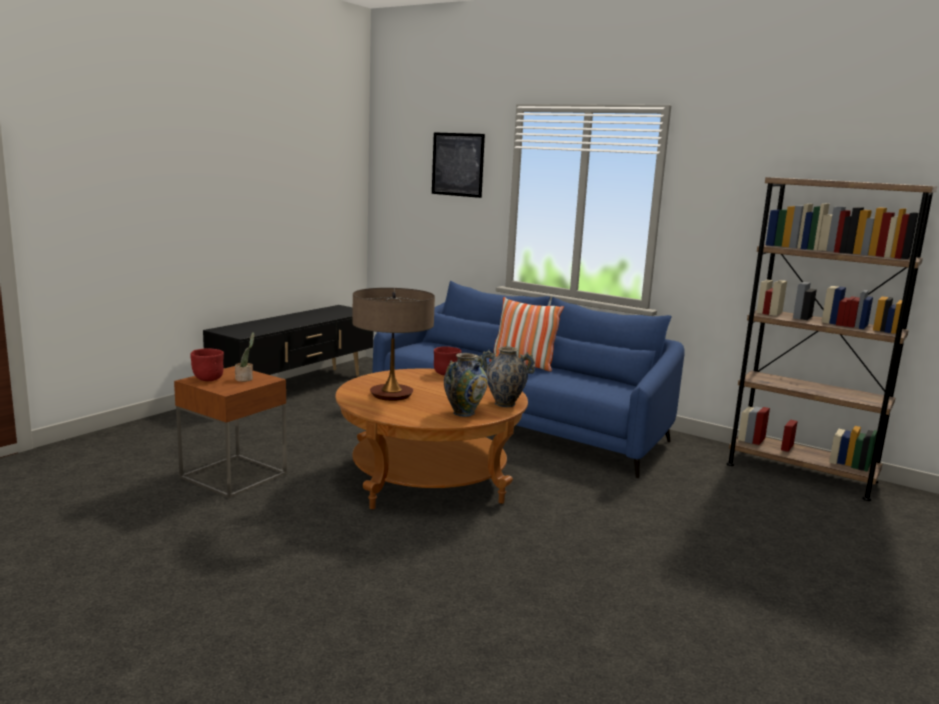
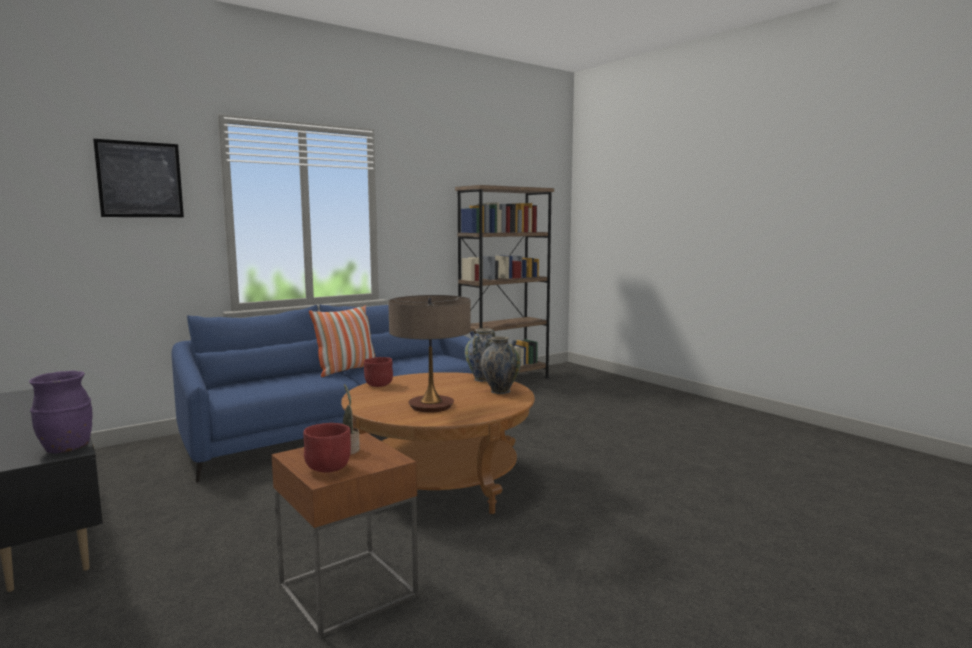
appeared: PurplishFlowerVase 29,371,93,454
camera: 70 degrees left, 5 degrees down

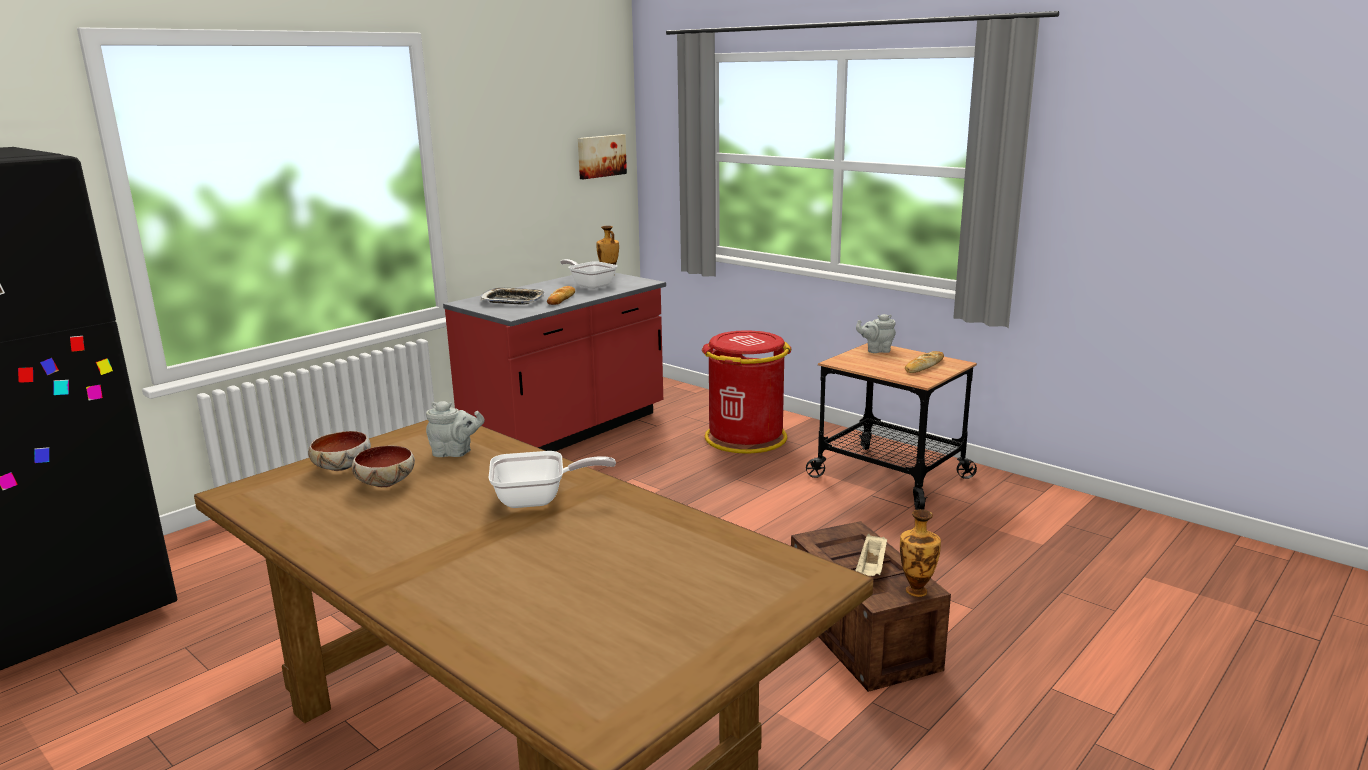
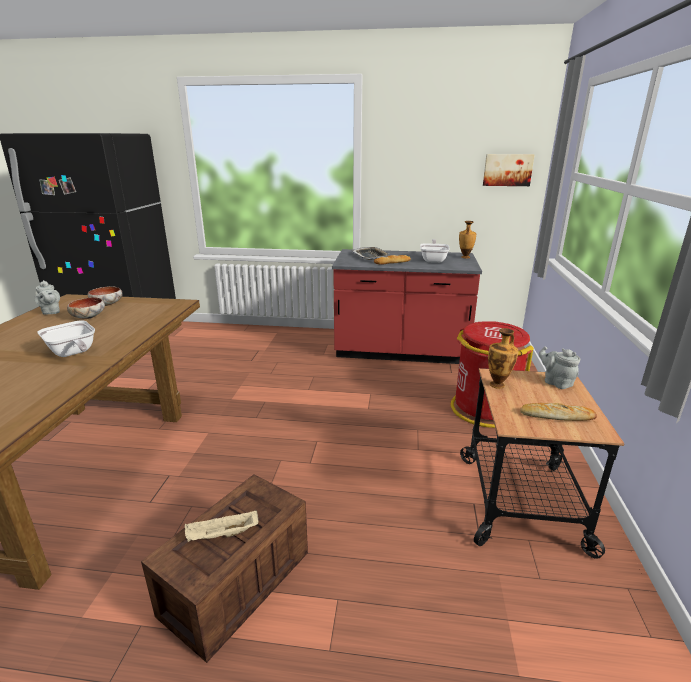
relocated: GreyPotForTea 426,401,485,457 to 34,280,60,315; FlowerVase 900,509,941,597 to 488,328,518,389
camera: 55 degrees right, 5 degrees up

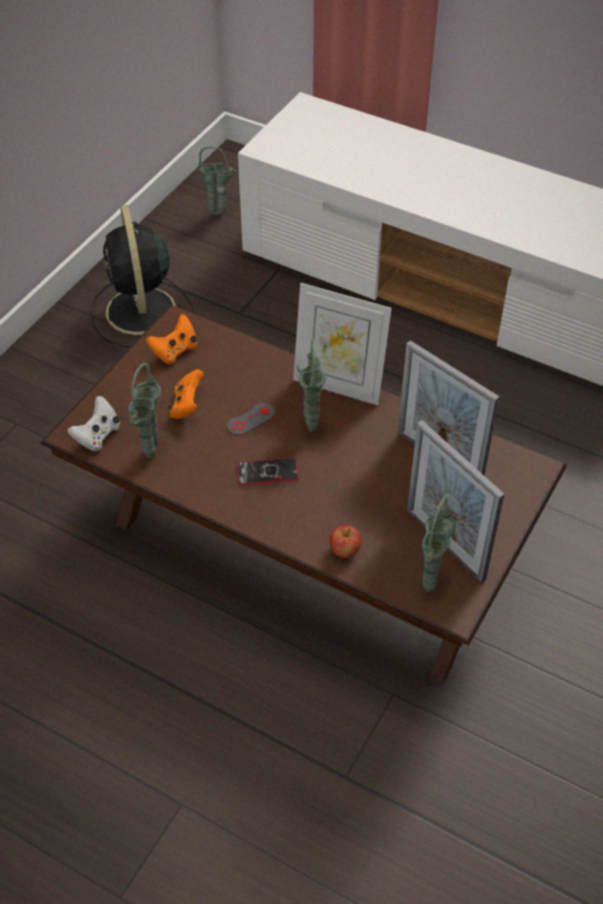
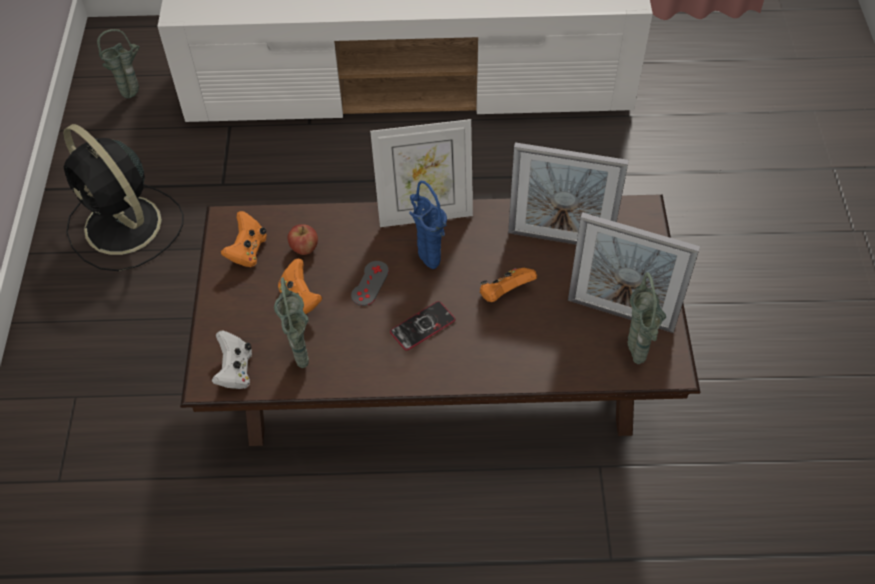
appeared: OrangeyGameController 480,268,537,302
relocated: Apple 329,524,361,558 to 288,224,318,255
colour: GreenColouredFlowerVase 297,339,326,432 to BluishFlowerVase 409,181,447,269
camera: 30 degrees left, 5 degrees up

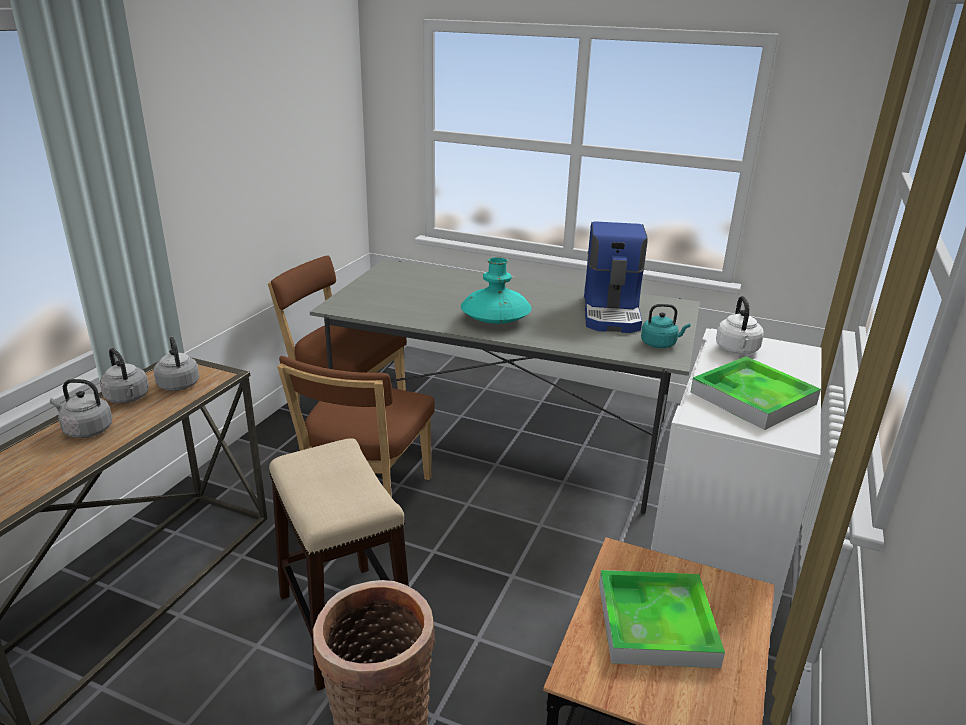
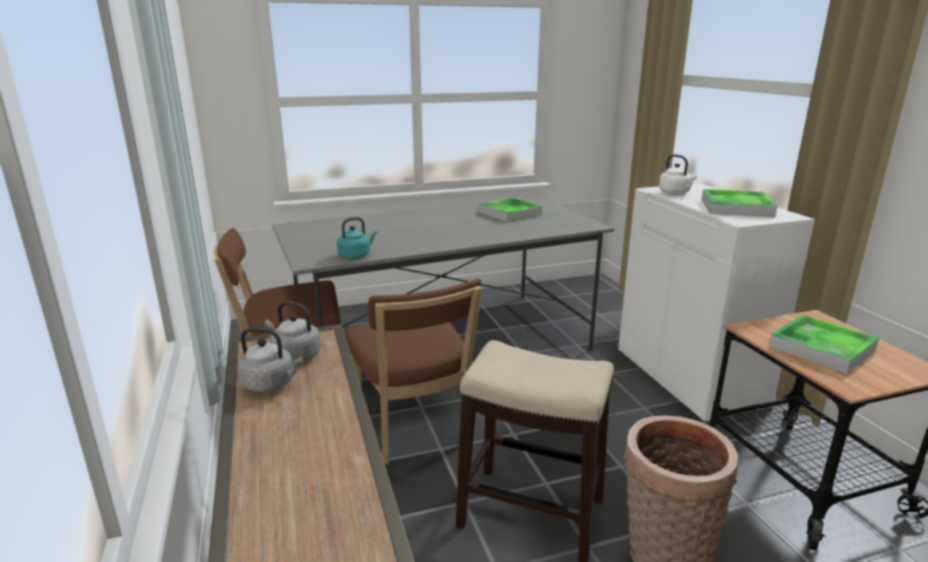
missing: GreyKettle 50,379,113,438; BlueGreenFlowerVase 461,257,532,324
relocated: BlueGreenKettle 641,304,690,348 to 337,217,377,259
exchanged: CoffeeMachine 584,221,648,333 to CarryingTray 479,197,543,222
camera: 40 degrees left, 5 degrees down

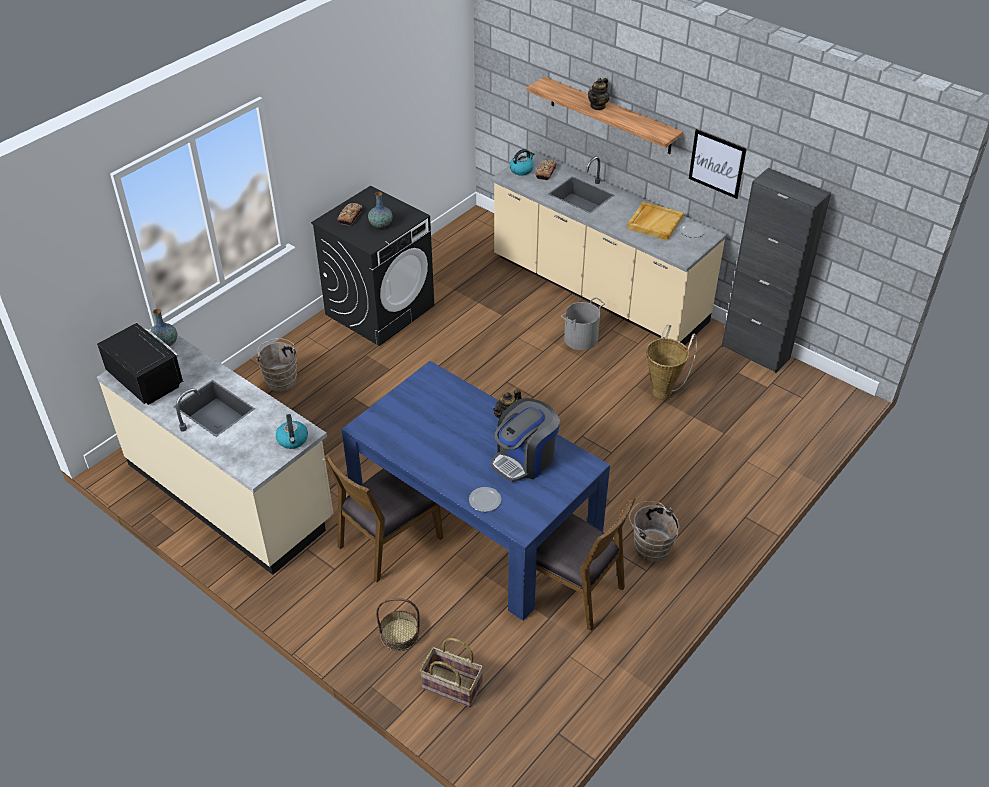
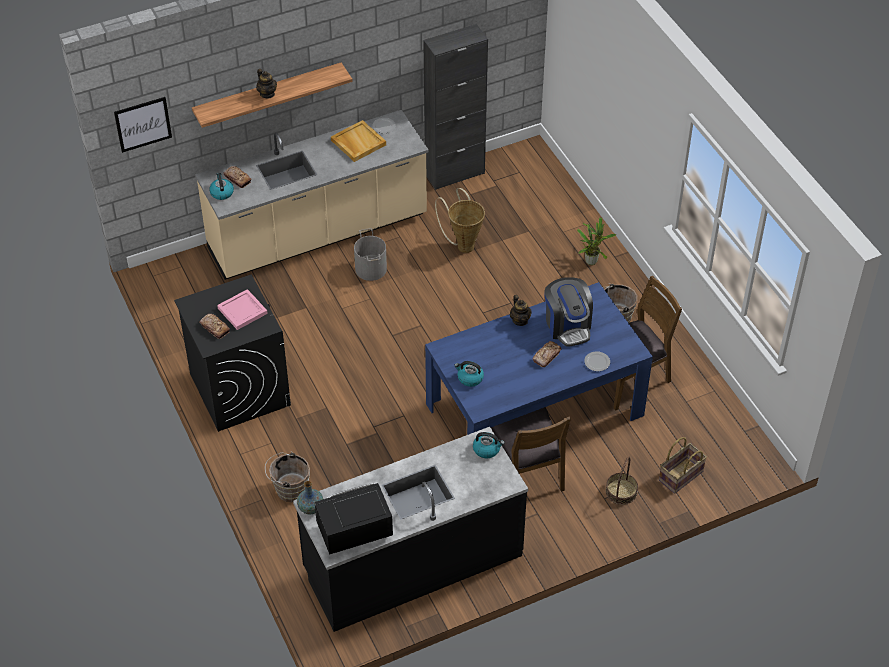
appeared: Kettle 454,361,484,387; Bread 533,341,562,367; Houseplant 577,217,616,265
relocated: Picture 689,129,747,199 to 114,97,172,153
exchanged: FlowerVase 368,192,393,228 to PinkCarryingTray 217,289,268,330
colour: BeigeKitchenCounter 97,335,333,575 to BlackKitchenCounter 293,427,528,632
camera: 65 degrees left, 5 degrees up

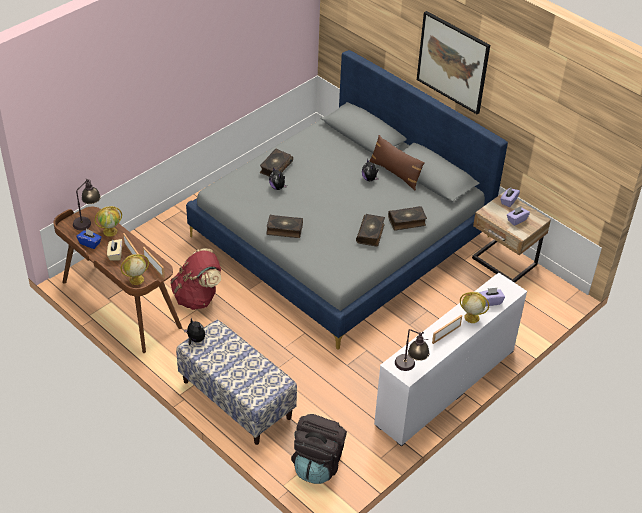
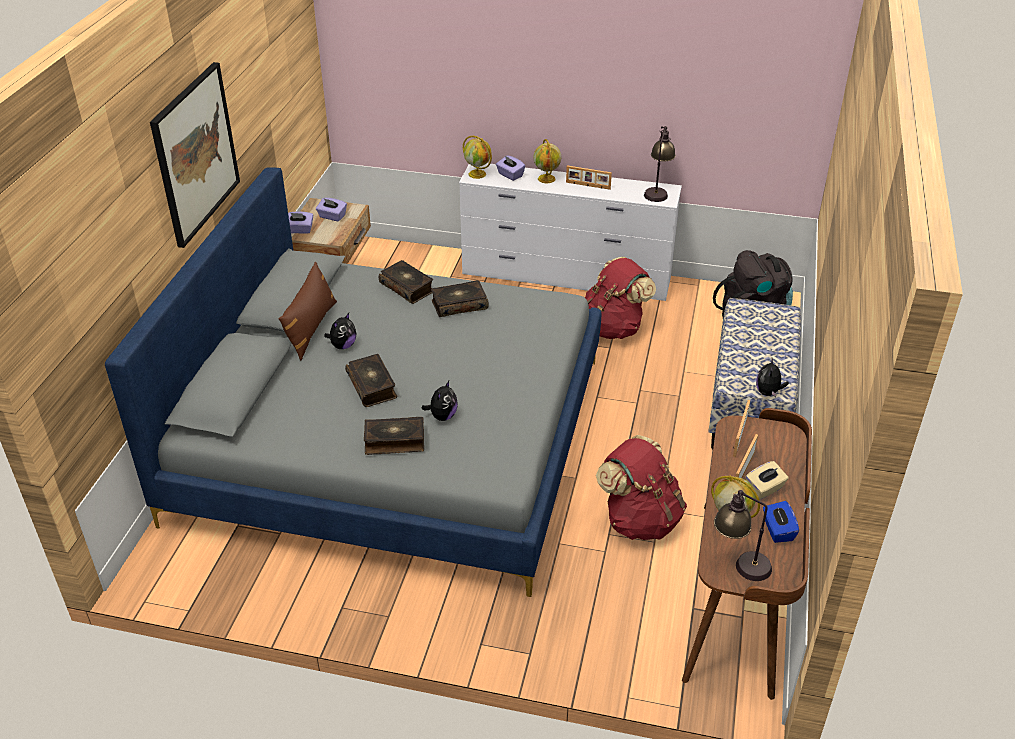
appeared: RedBackpack 585,257,656,339
relocated: WorldGlobe 121,254,149,285 to 463,136,492,179; BoundBook 266,215,303,238 to 345,354,397,407
camera: 120 degrees left, 5 degrees down

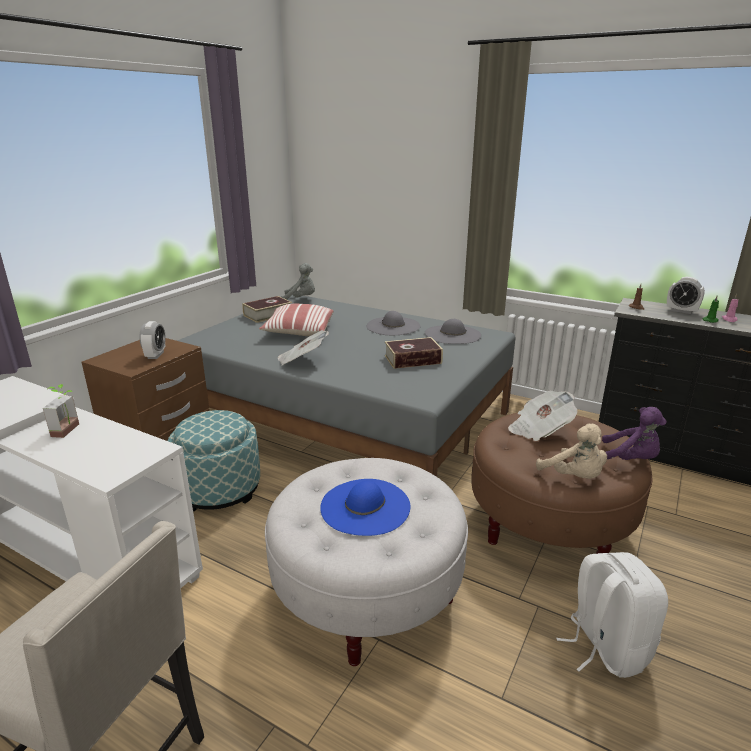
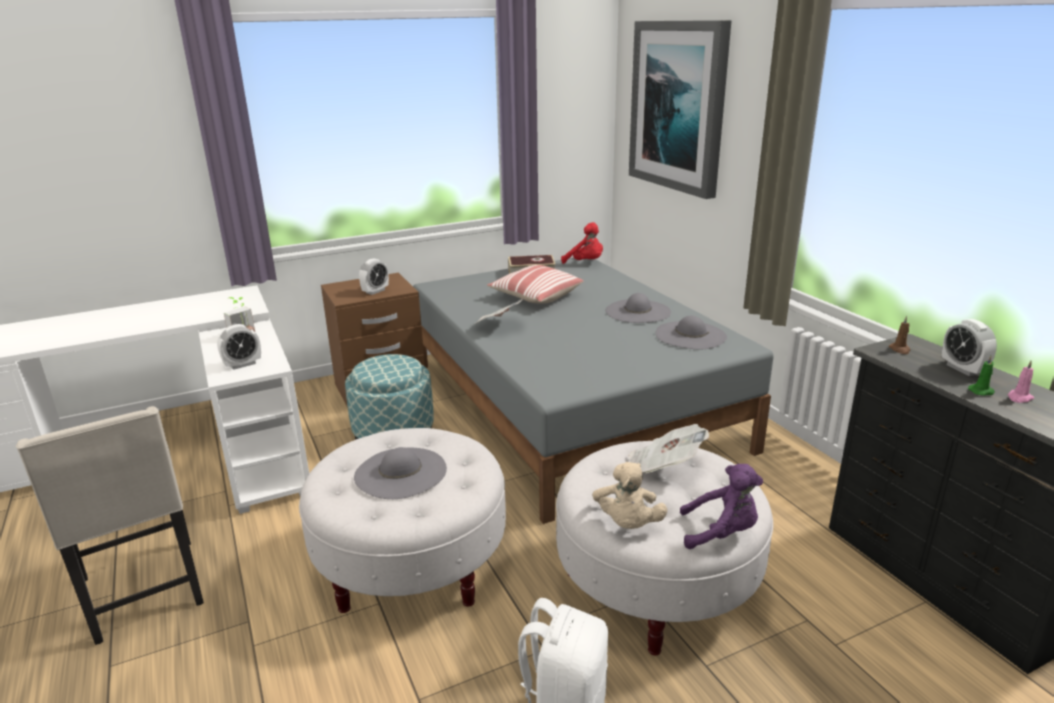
missing: BoundBook 385,337,443,369
appeared: BedsideClock 217,324,261,370; Picture 629,20,731,199
colour: GreySoftToy 281,263,315,300 to RedSoftToy 561,222,603,264; BluishWearableHat 320,479,411,536 to GreyWearableHat 354,447,447,499; BrownOttoman 471,413,652,554 to WhiteColouredOttoman 556,441,773,655
spun: PurplishSoftToy 602,407,667,460 = 680,464,763,549 60 degrees counterclockwise
camera: 35 degrees right, 0 degrees up

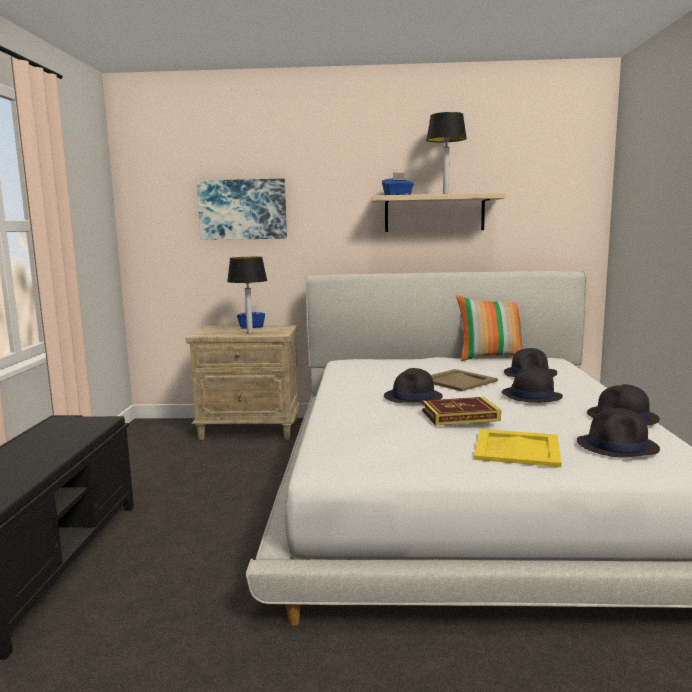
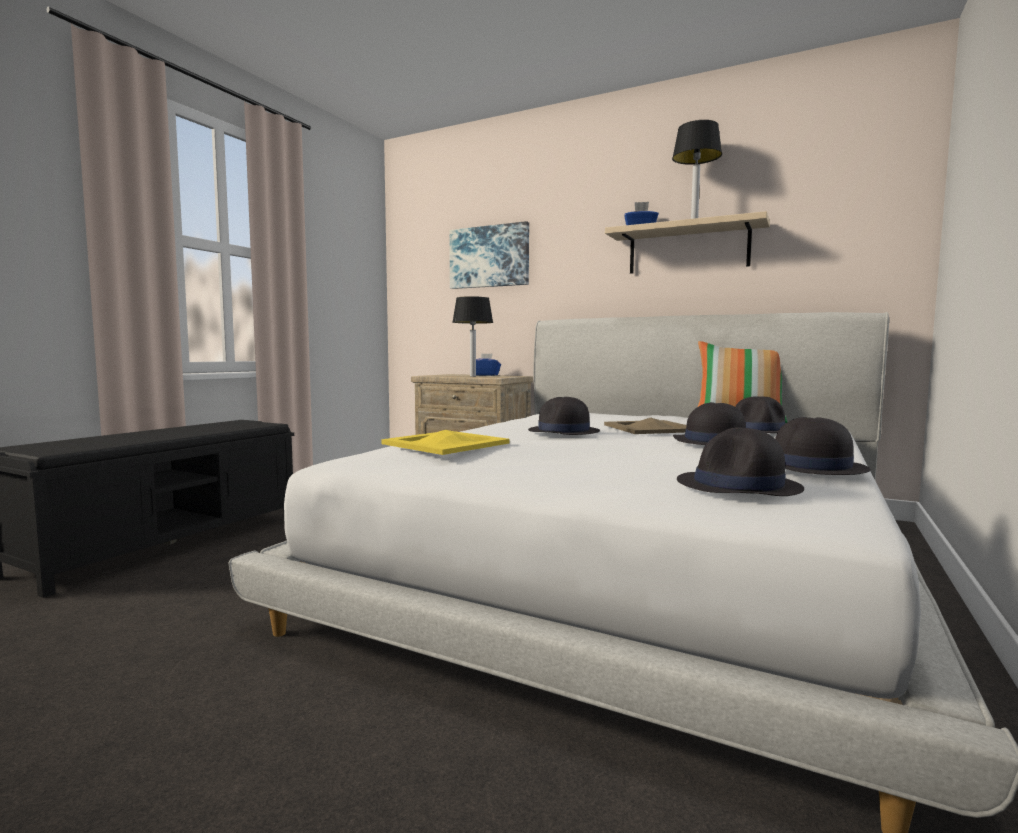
missing: BoundBook 422,397,501,425
relocated: YellowCarryingTray 474,429,562,467 to 381,430,510,455
camera: 25 degrees right, 5 degrees down

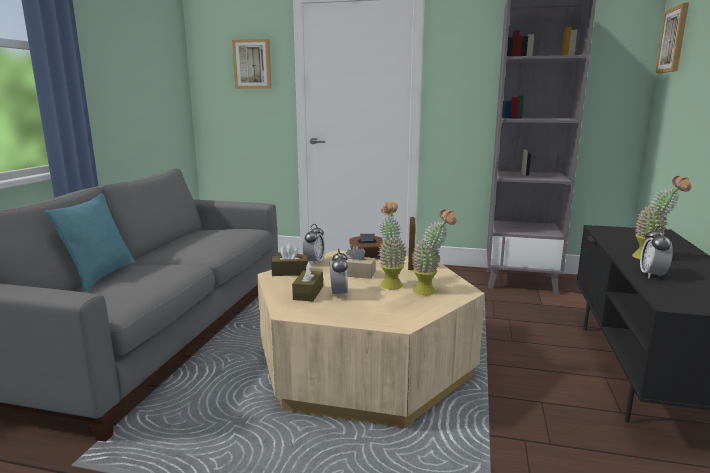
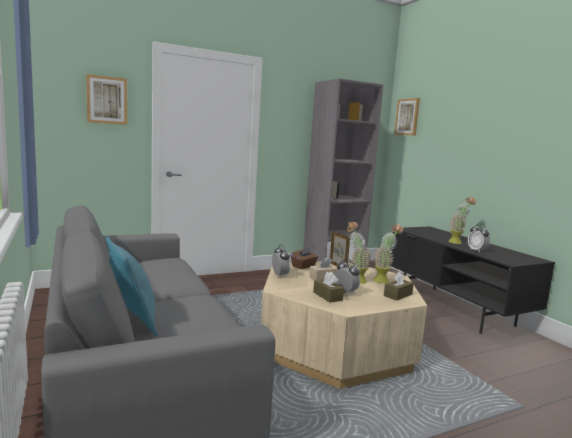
relocated: BrownBoxOfTissues 271,243,308,276 to 384,271,414,301
camera: 40 degrees left, 5 degrees down

